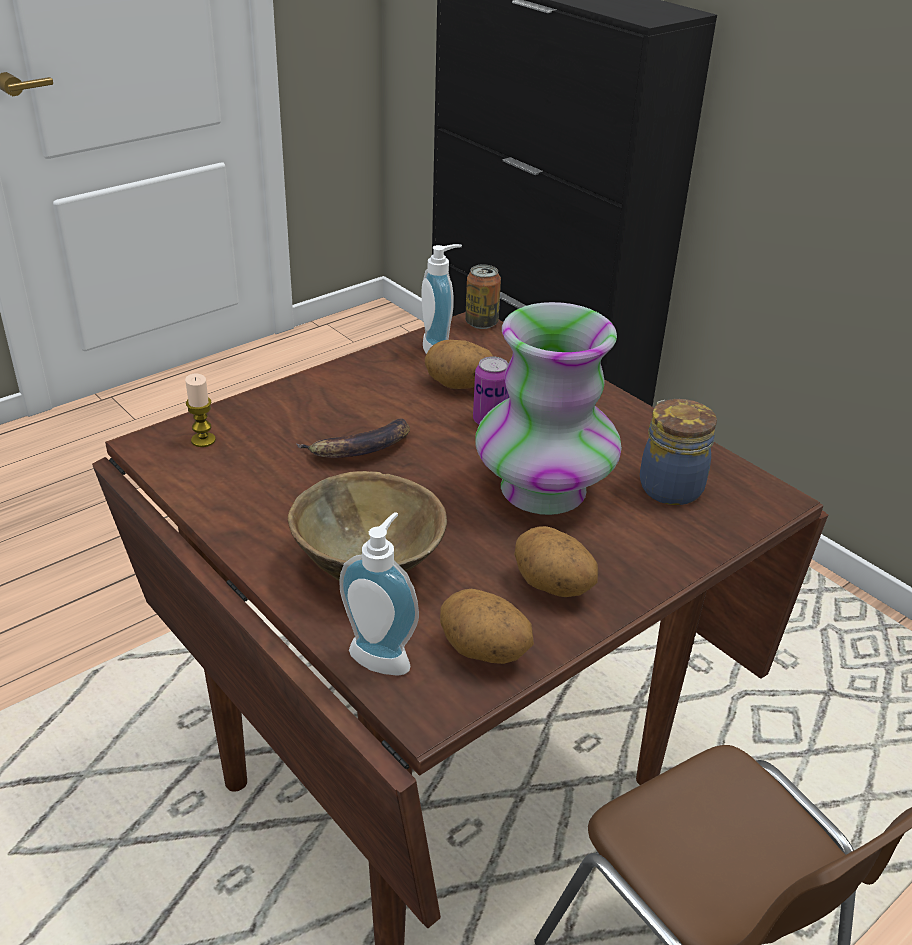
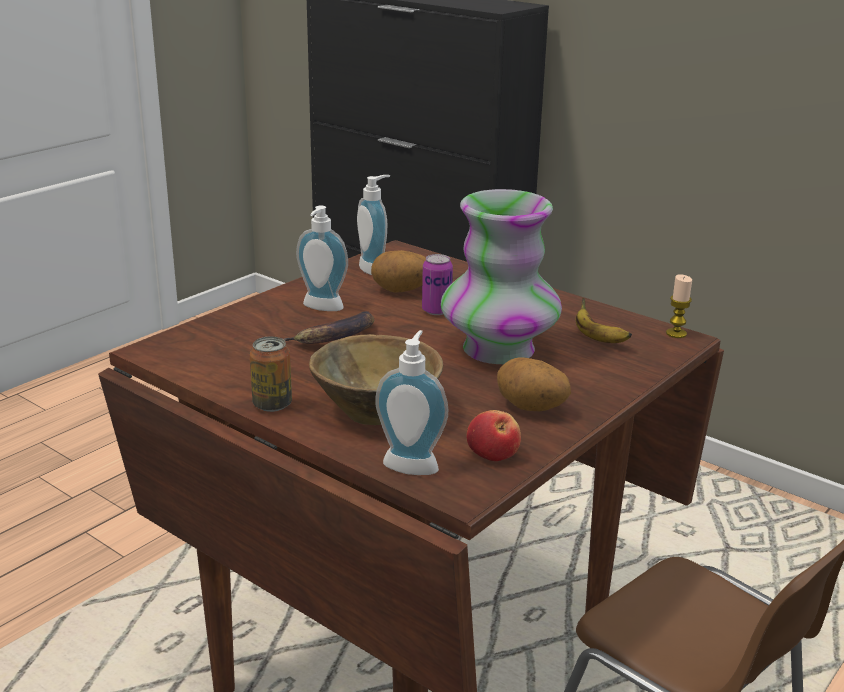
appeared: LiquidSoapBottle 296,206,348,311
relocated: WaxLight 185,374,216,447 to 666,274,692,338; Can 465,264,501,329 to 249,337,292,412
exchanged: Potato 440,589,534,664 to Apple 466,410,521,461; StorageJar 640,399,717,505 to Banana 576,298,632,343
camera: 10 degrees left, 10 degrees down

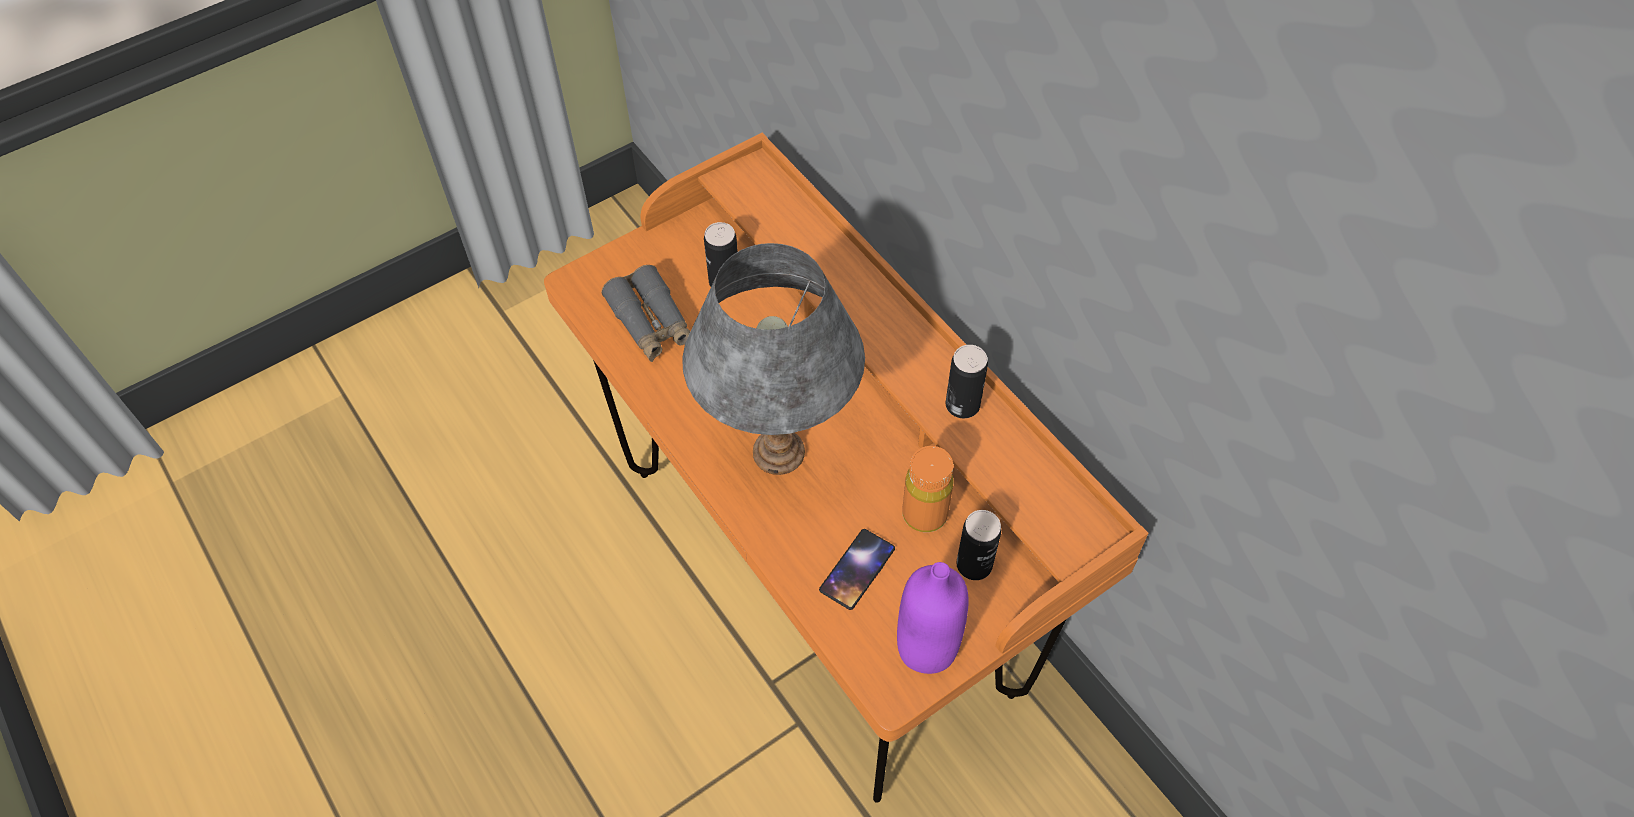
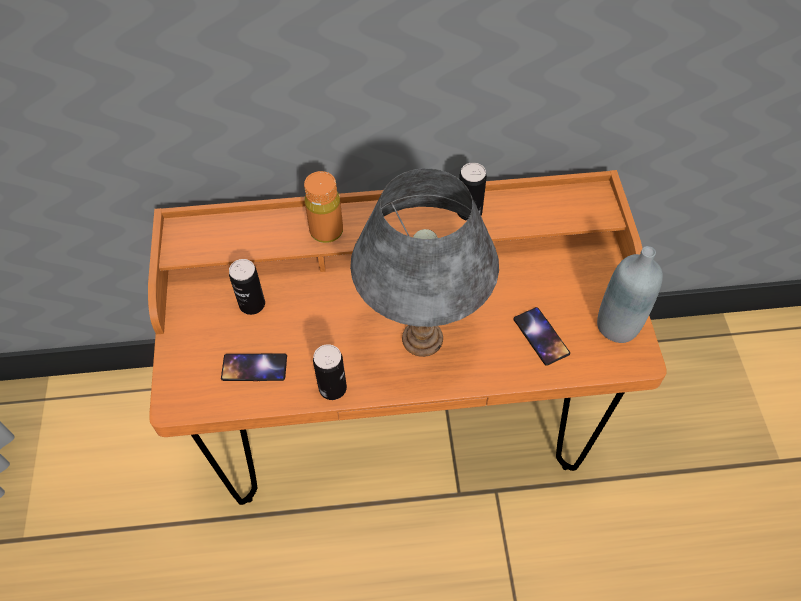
relocated: OrangeyBottle 902,446,953,532 to 304,171,343,243; Can 956,510,1001,580 to 313,344,347,400
exchanged: GreyBinoculars 601,265,690,362 to Handset 221,354,287,381
colour: PurplishBottle 897,562,969,674 to GreyBottle 597,246,663,343
camera: 60 degrees left, 0 degrees up

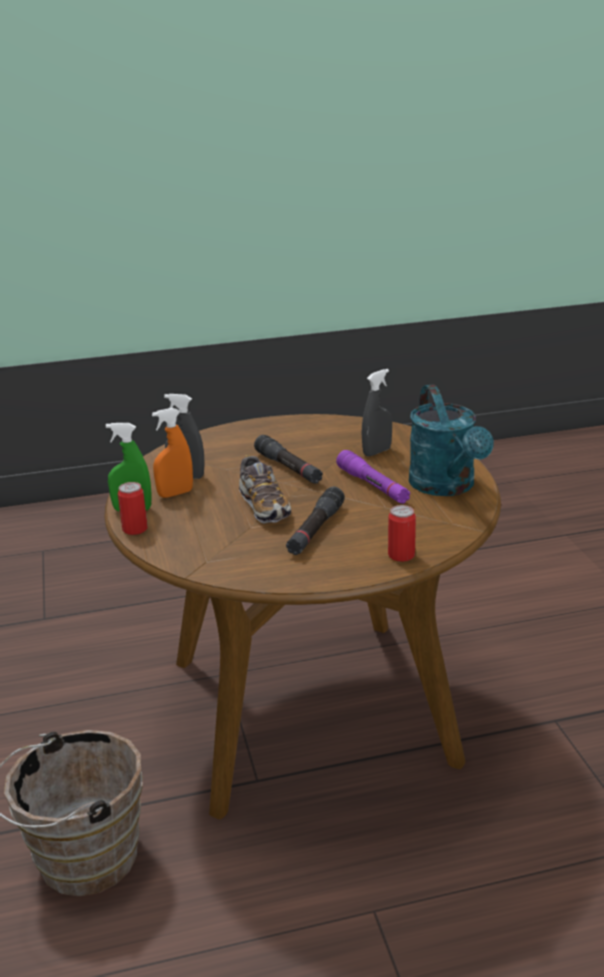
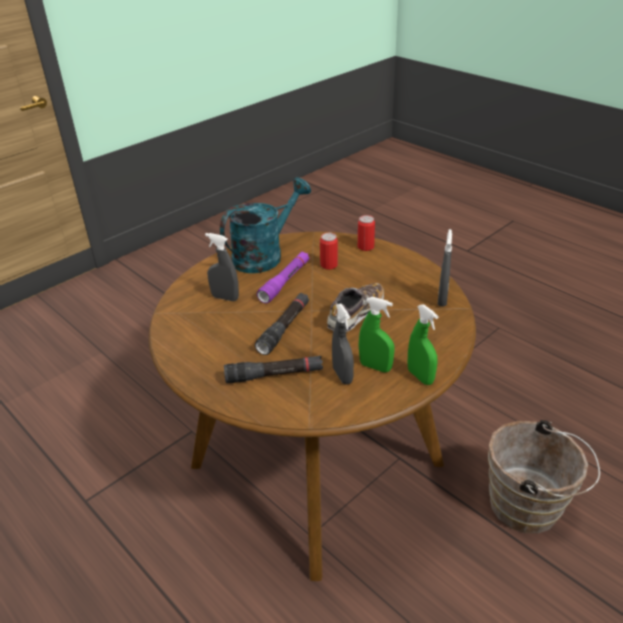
appeared: GreySprayBottle 438,229,452,307
relocated: Can 118,482,148,535 to 320,233,338,270; BlackFlashlight 286,487,345,555 to 224,356,323,383
colour: OrangeySprayBottle 152,408,193,498 to GreenColouredSprayBottle 359,297,395,372
camera: 120 degrees left, 10 degrees up

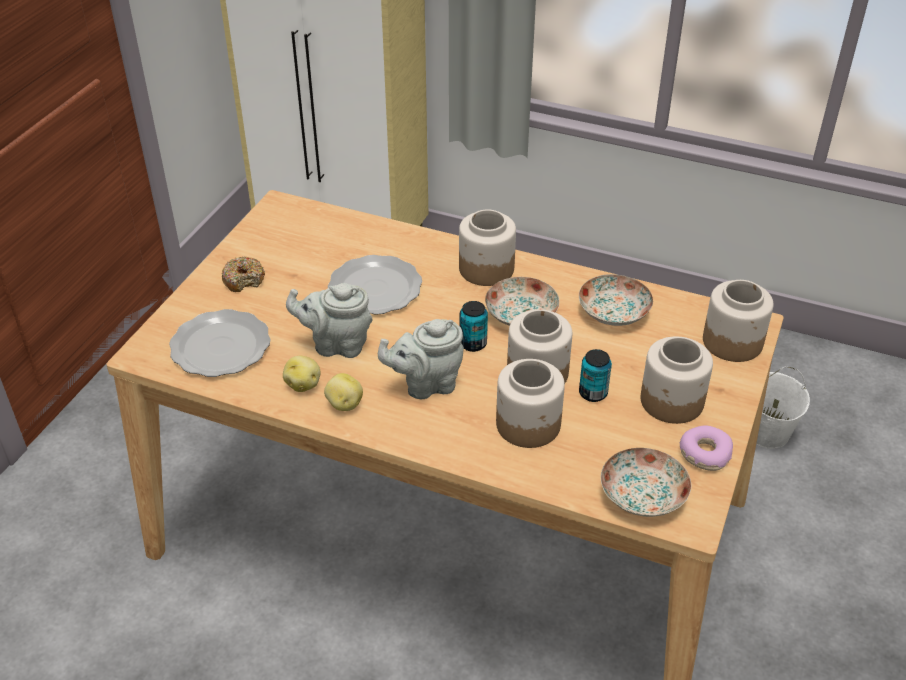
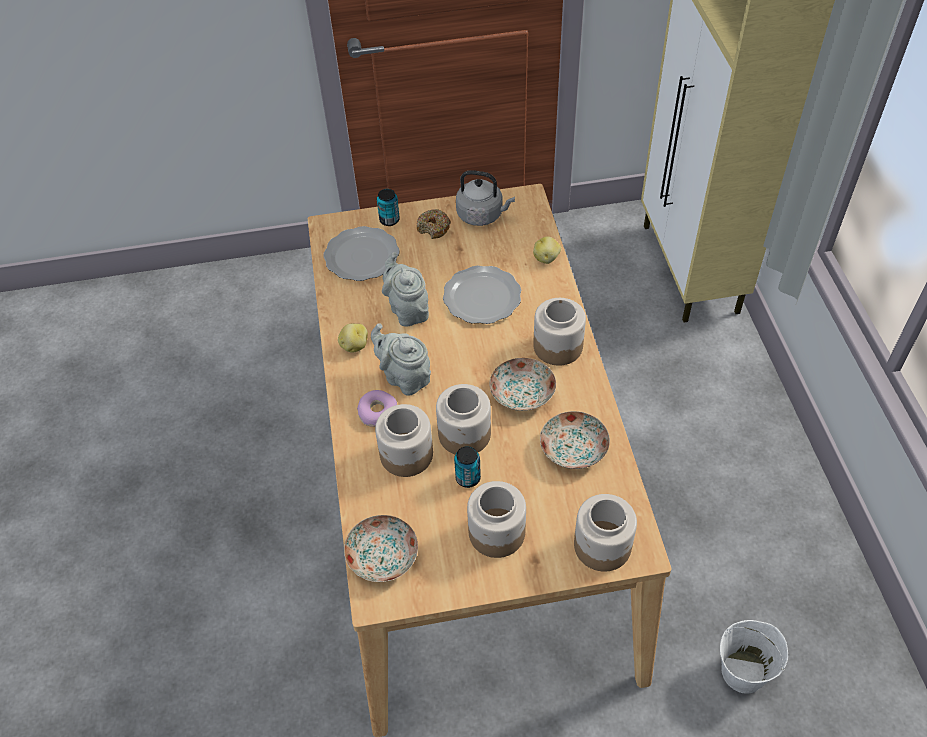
appeared: GreyKettle 456,170,515,226
relocated: Potato 283,356,321,392 to 533,236,561,264; Can 460,301,488,352 to 377,189,400,226; Doughnut 680,425,733,471 to 357,390,397,427
camera: 60 degrees right, 10 degrees up

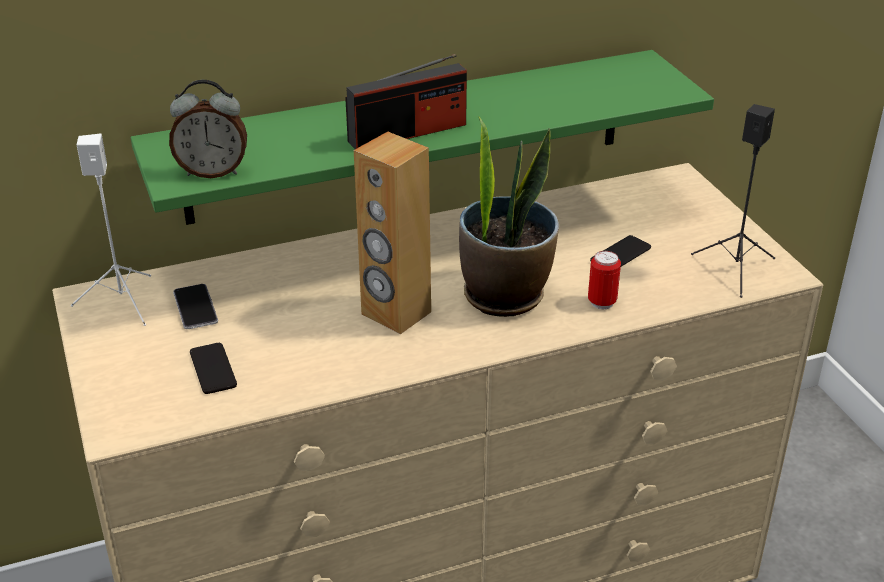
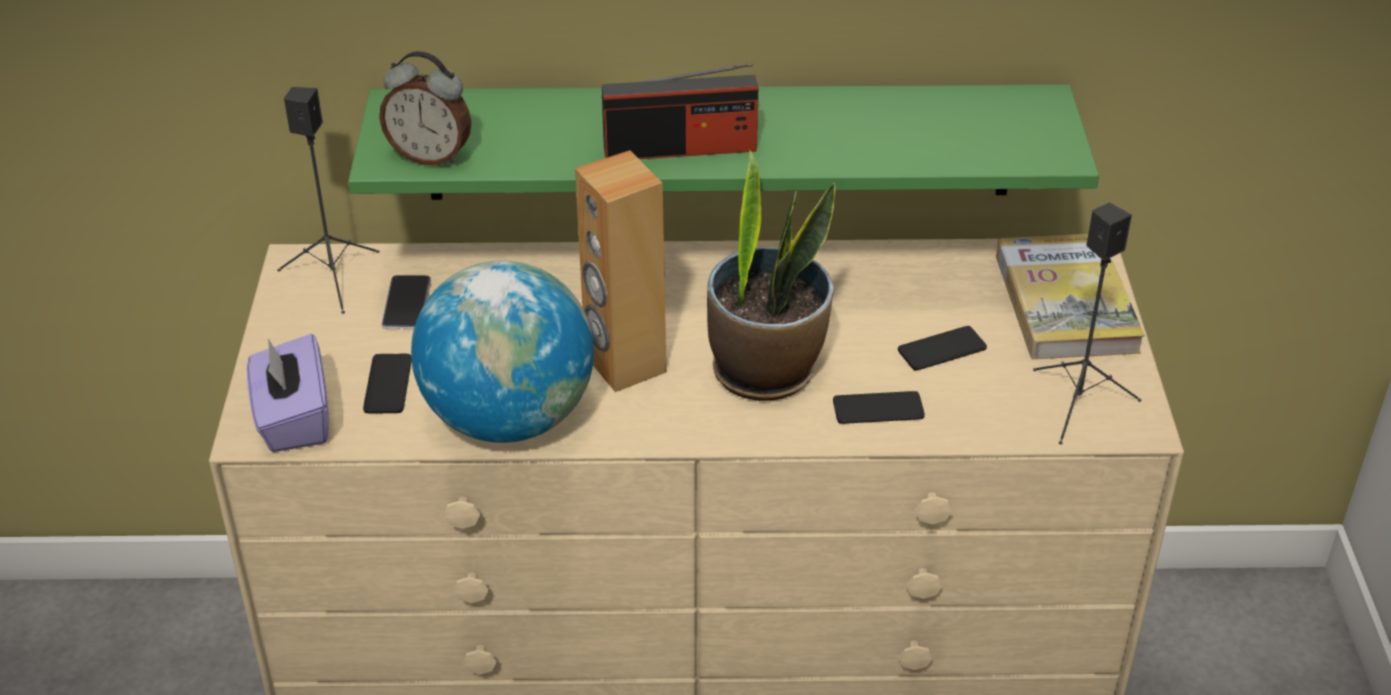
appeared: PurplishBoxOfTissues 247,334,329,452; WorldGlobe 411,260,594,443; BoundBook 996,234,1145,359
exchanged: Can 588,251,621,309 to Handset 833,391,925,424
colour: WhiteColouredAudioSpeaker 71,133,151,326 to BlackAudioSpeaker 277,87,379,314
camera: 20 degrees right, 5 degrees up

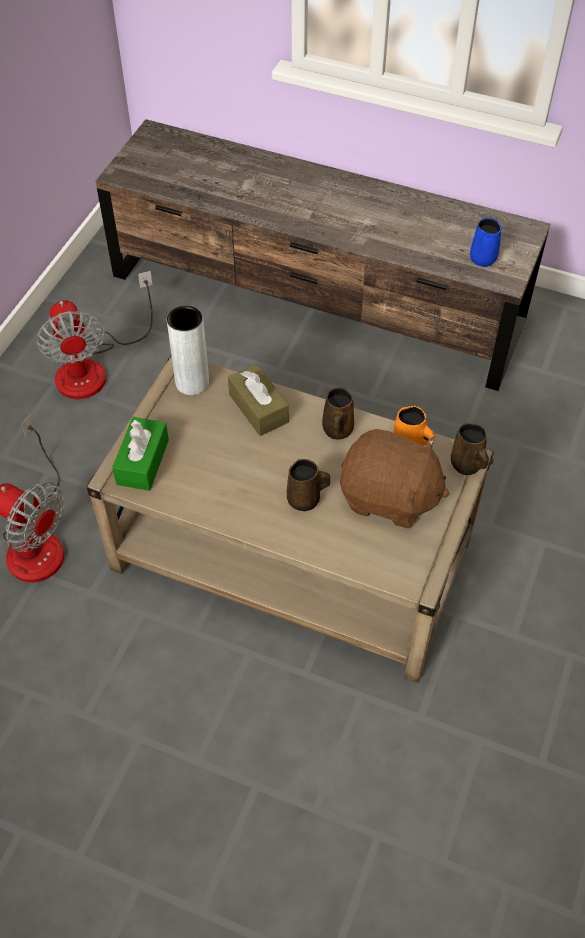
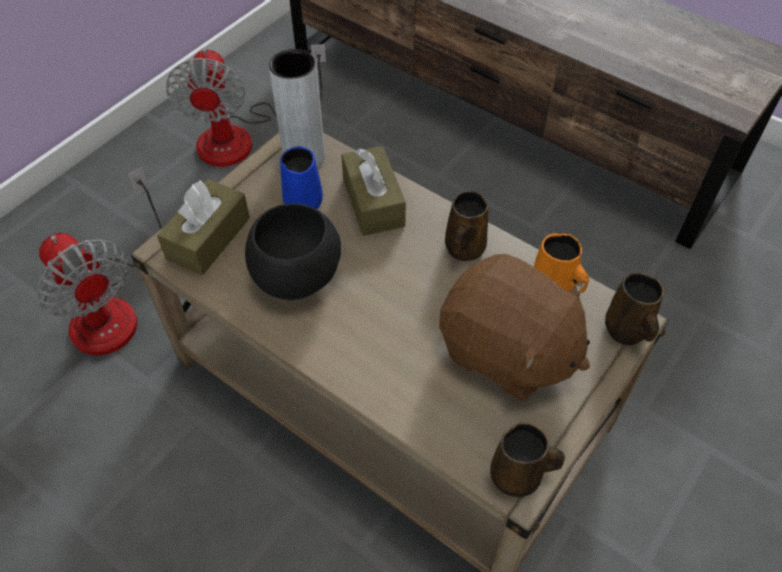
appeared: BlackDeepDish 245,203,341,300
relocated: BrownTeaMug 287,459,330,511 to 490,422,565,497; BluishTeaMug 470,218,501,267 to 280,146,323,209
colour: GreenColouredBoxOfTissues 112,417,169,491 to BrownBoxOfTissues 157,179,250,275
camera: 15 degrees right, 0 degrees up

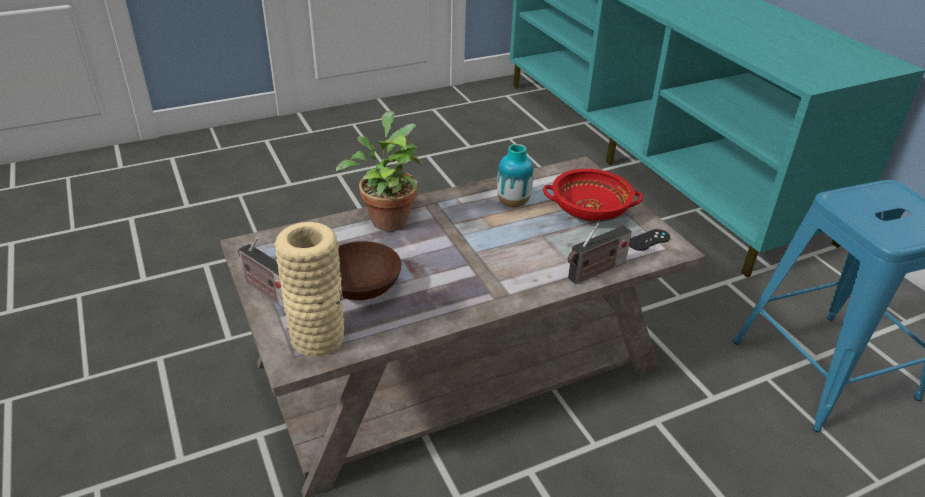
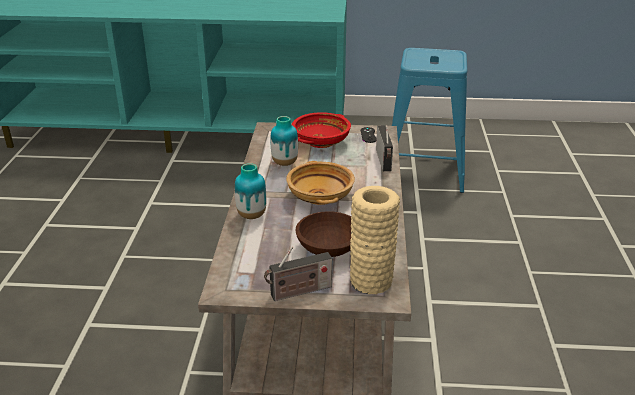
appeared: BeigeDeepDish 286,161,355,205
exchanged: Houseplant 336,111,422,231 to FlowerVase 235,163,266,219
camera: 60 degrees left, 5 degrees down

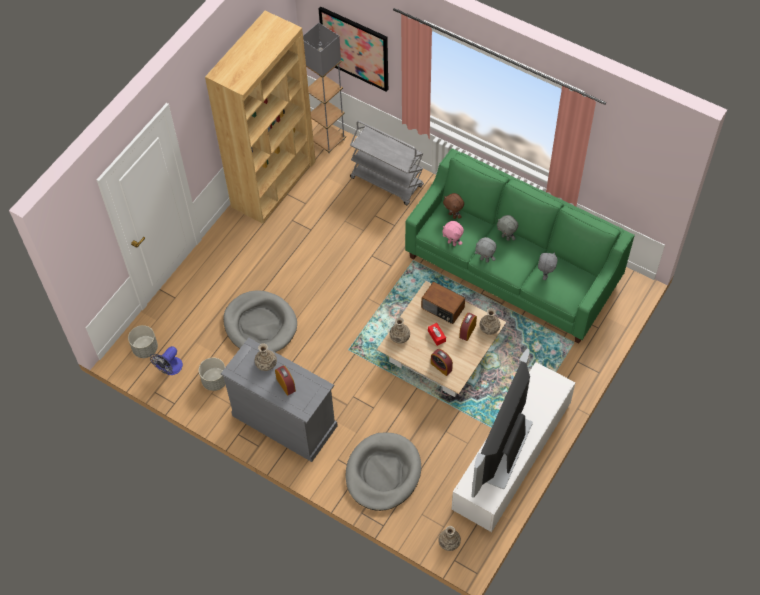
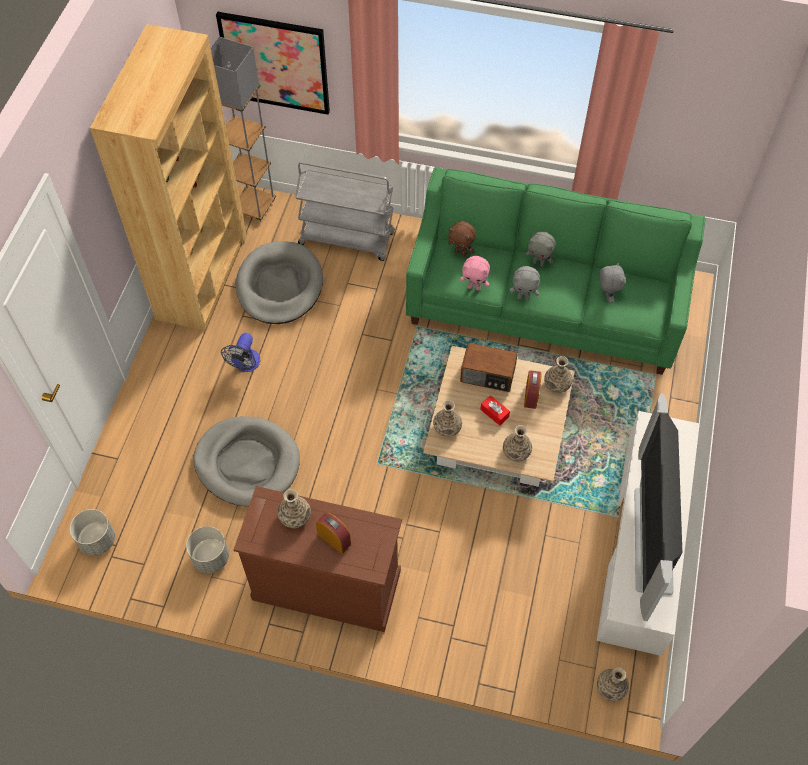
relocated: Fan 150,346,183,375 to 221,333,260,372; GreyPetBed 346,432,421,511 to 236,241,323,324
exchanged: BedsideClock 431,349,453,376 to FlowerVase 503,425,532,461
colour: GreyDresser 221,338,338,462 to BrownDresser 234,486,402,632
camera: 20 degrees left, 0 degrees up

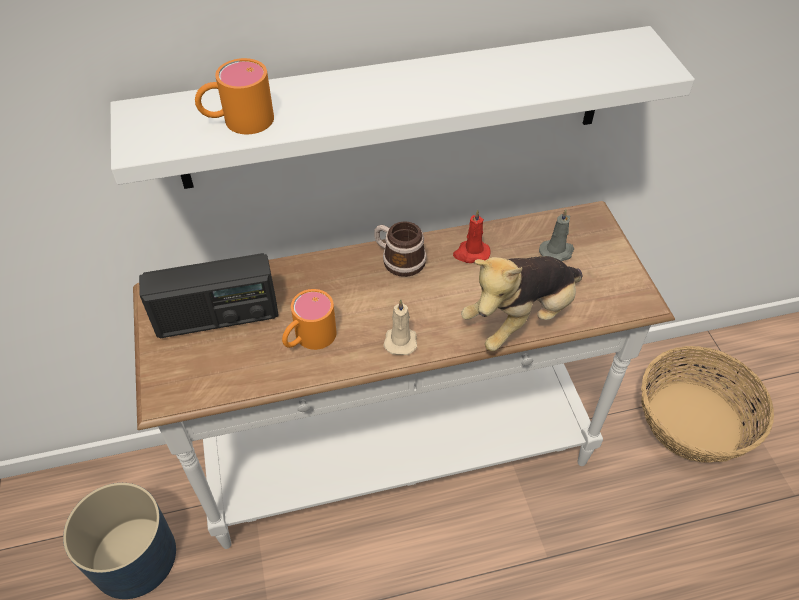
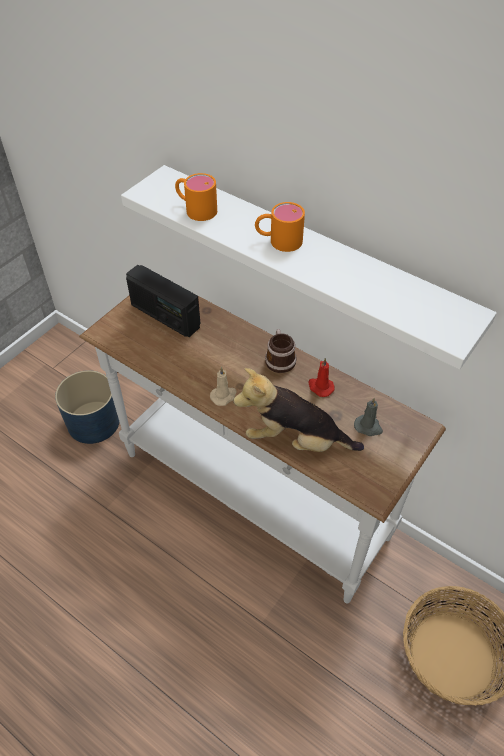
relocated: OrangeyTeaMug 282,289,337,350 to 255,202,305,252
camera: 50 degrees right, 0 degrees up

